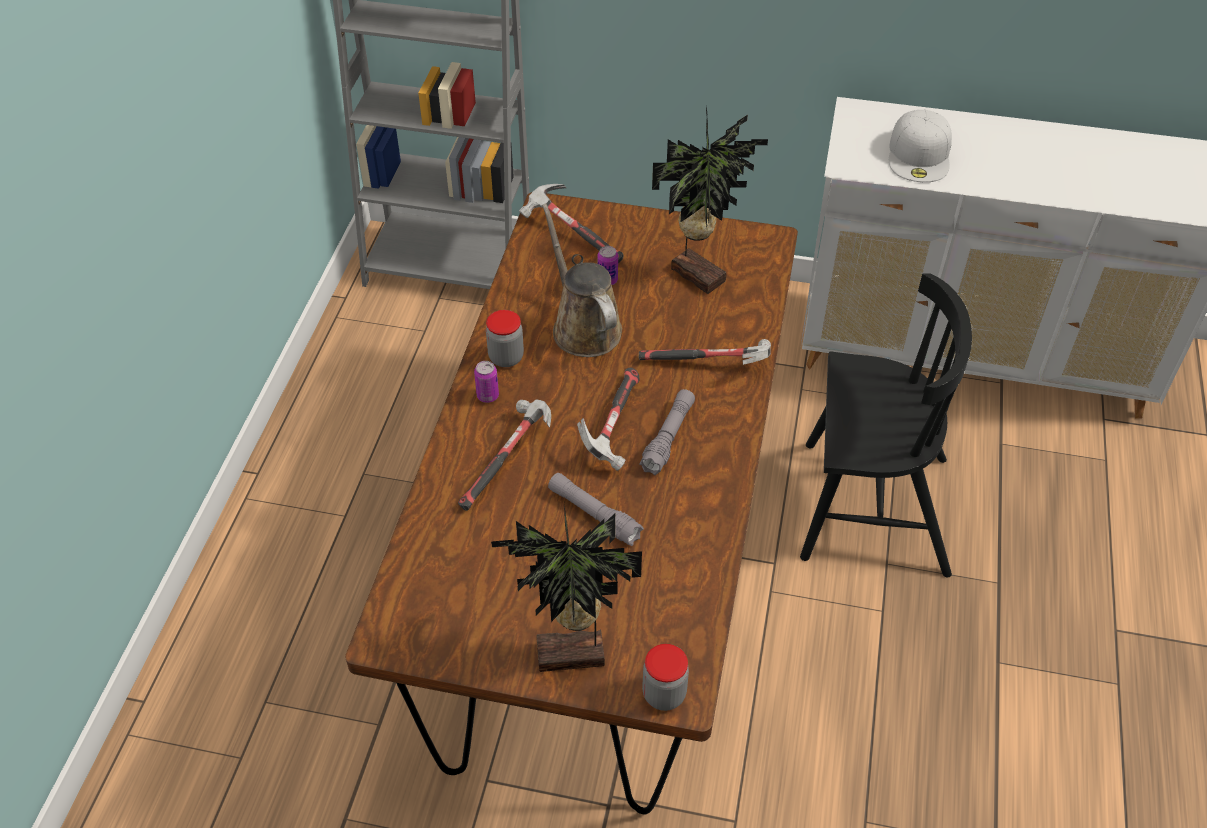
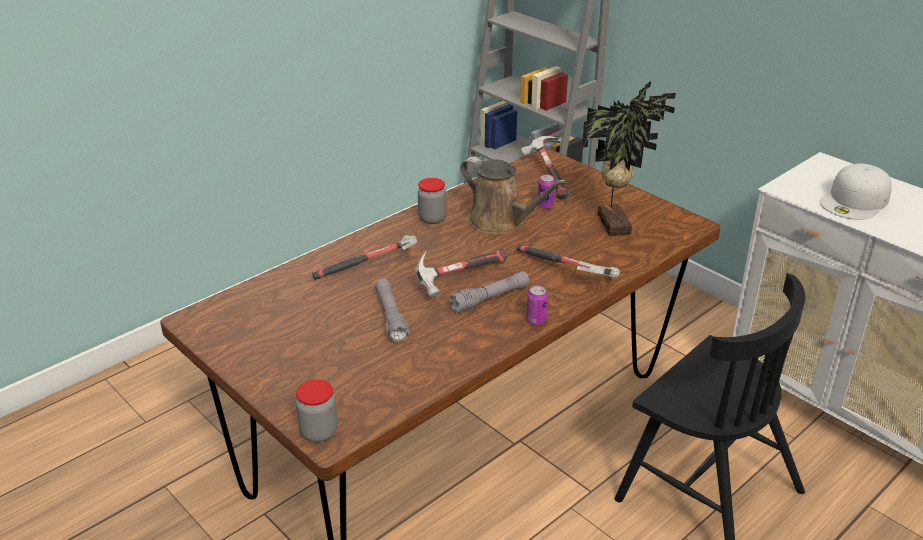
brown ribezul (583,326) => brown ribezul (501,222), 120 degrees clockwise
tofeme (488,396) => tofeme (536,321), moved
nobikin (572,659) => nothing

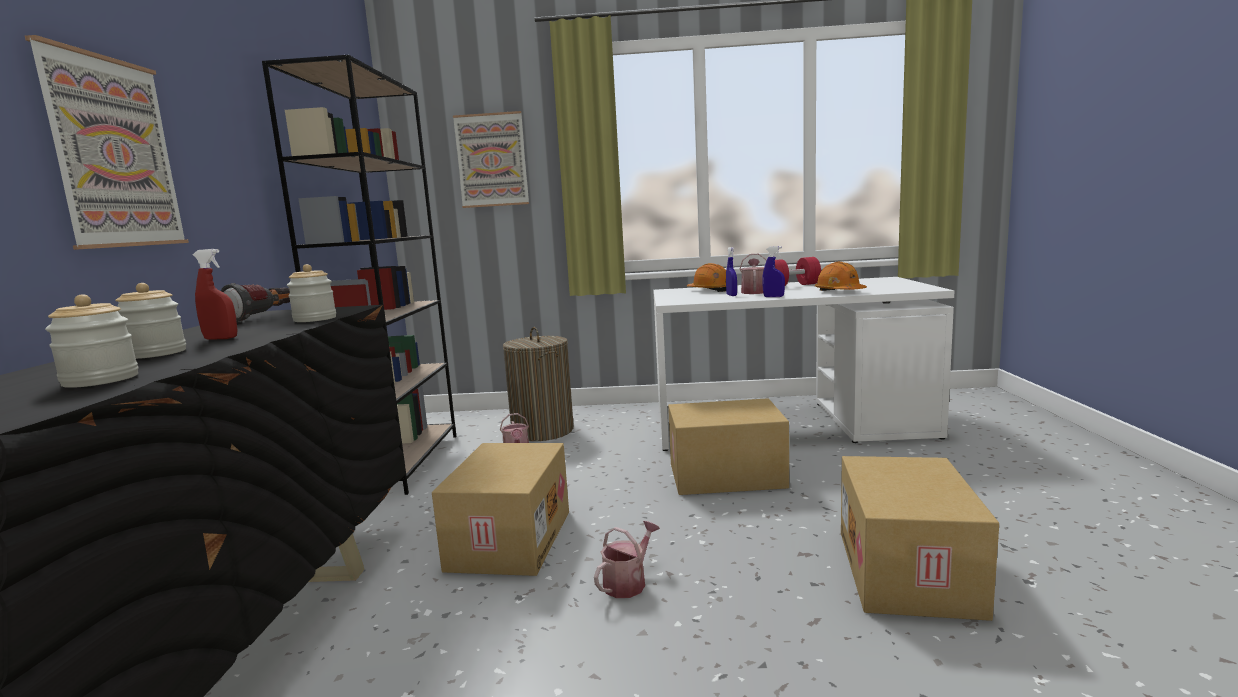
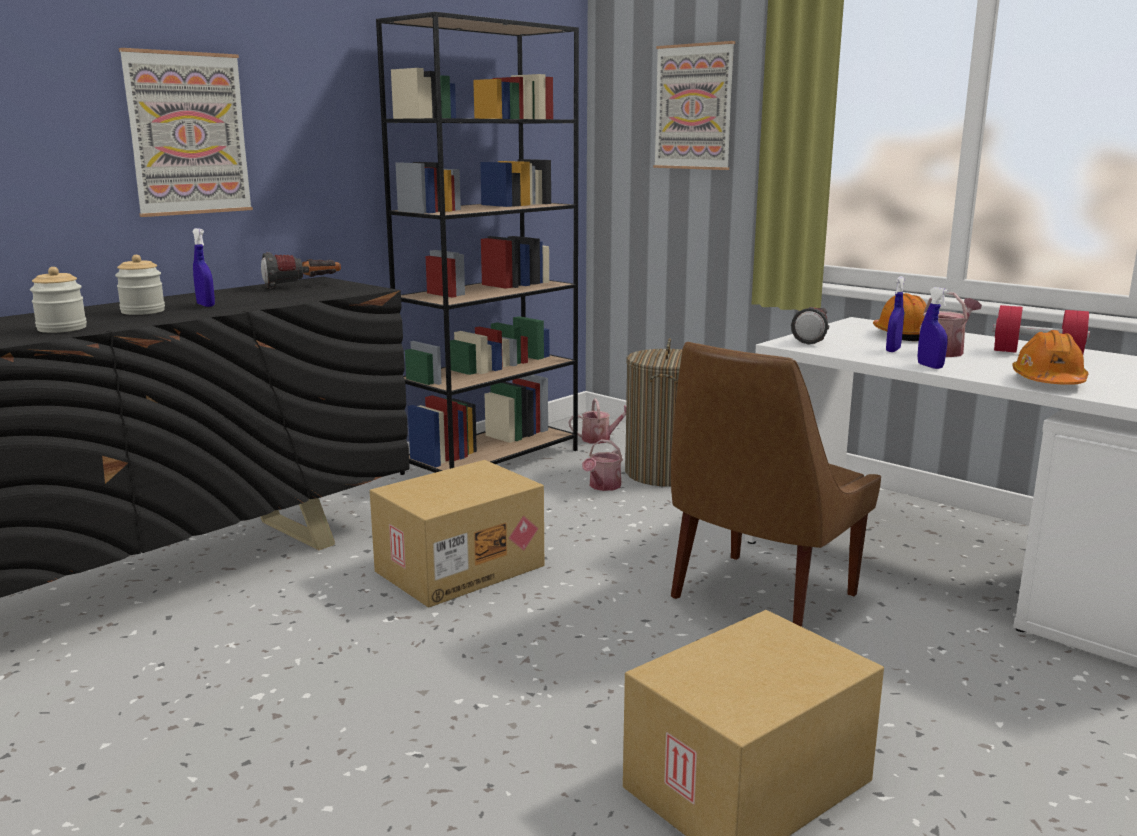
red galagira (221,338) => blue galagira (206,305)
ribezul (628,582) => ribezul (600,439), moved
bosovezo (726,476) => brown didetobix (759,598)
nothing => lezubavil (813,338)
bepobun (315,319) => nothing

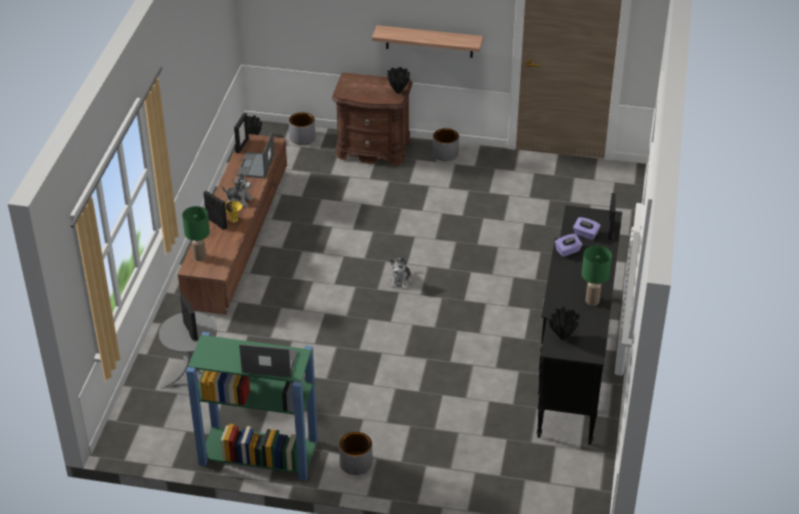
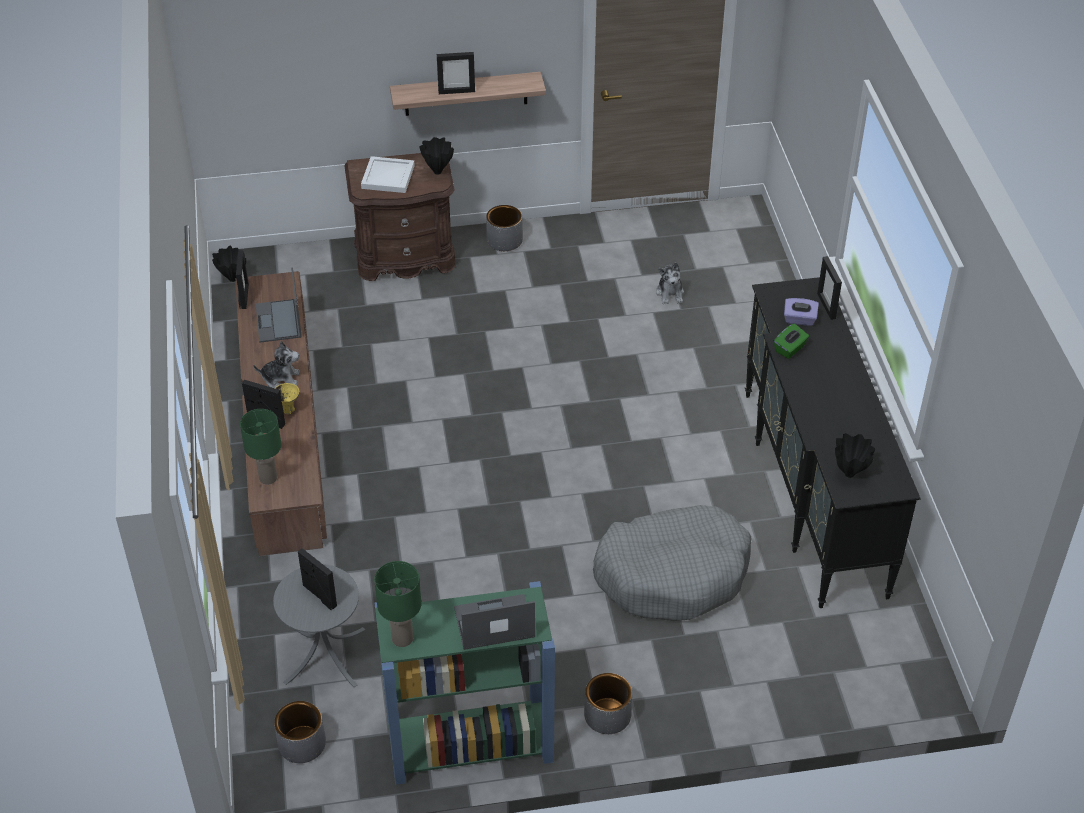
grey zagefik (302,138) => grey zagefik (302,744), moved
nothing => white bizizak (389,176)
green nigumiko (592,301) => green nigumiko (402,639), moved
nothing => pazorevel (456,91)
nothing => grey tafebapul (673,574)
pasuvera (401,281) => pasuvera (670,293), moved
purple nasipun (567,251) => green nasipun (790,349)

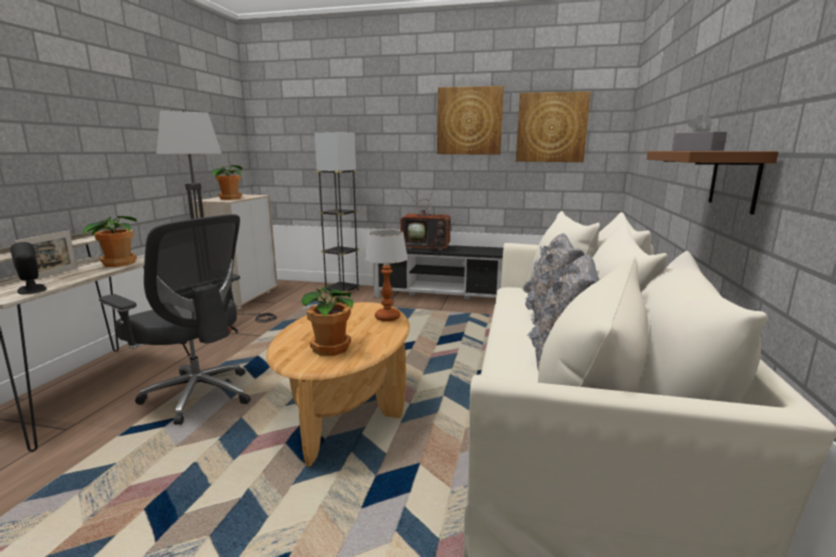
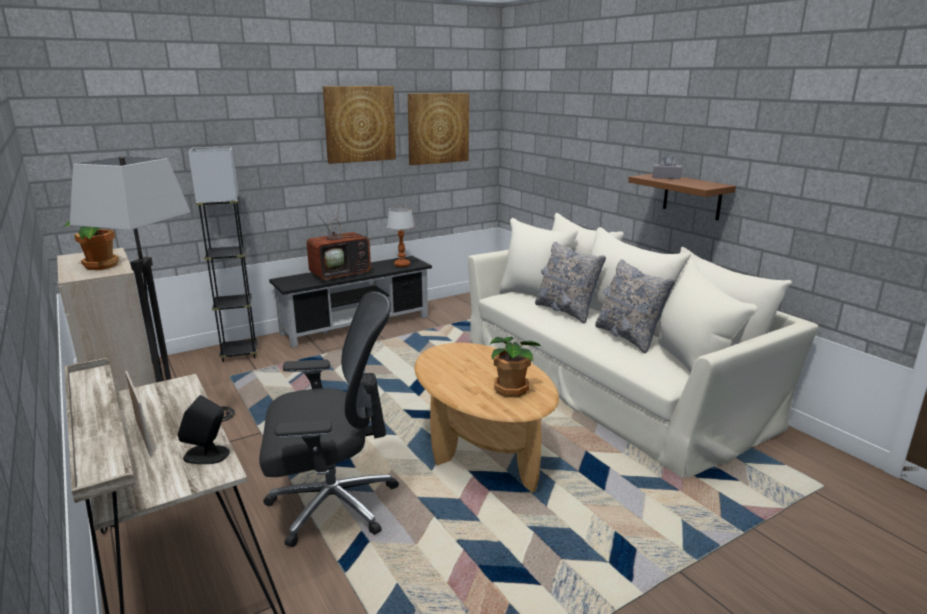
nigumiko (387,317) => nigumiko (402,265), moved
nobikin (117,264) => nothing

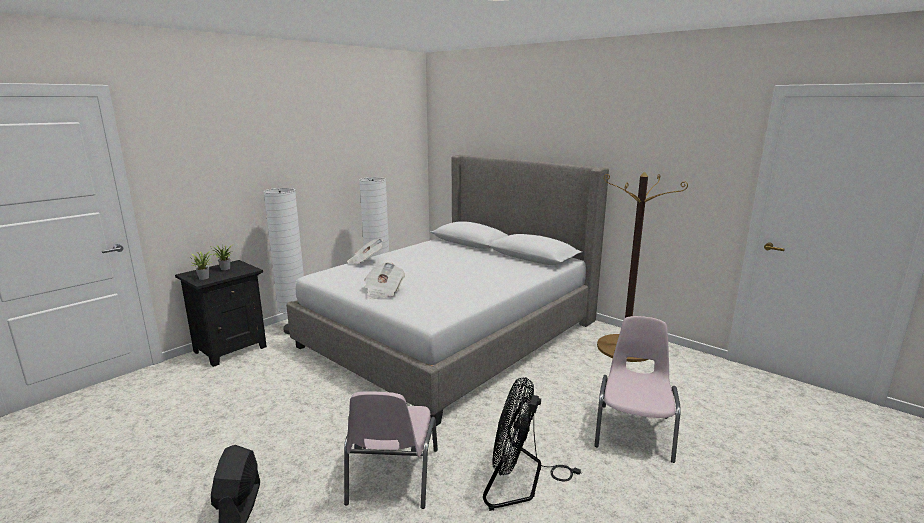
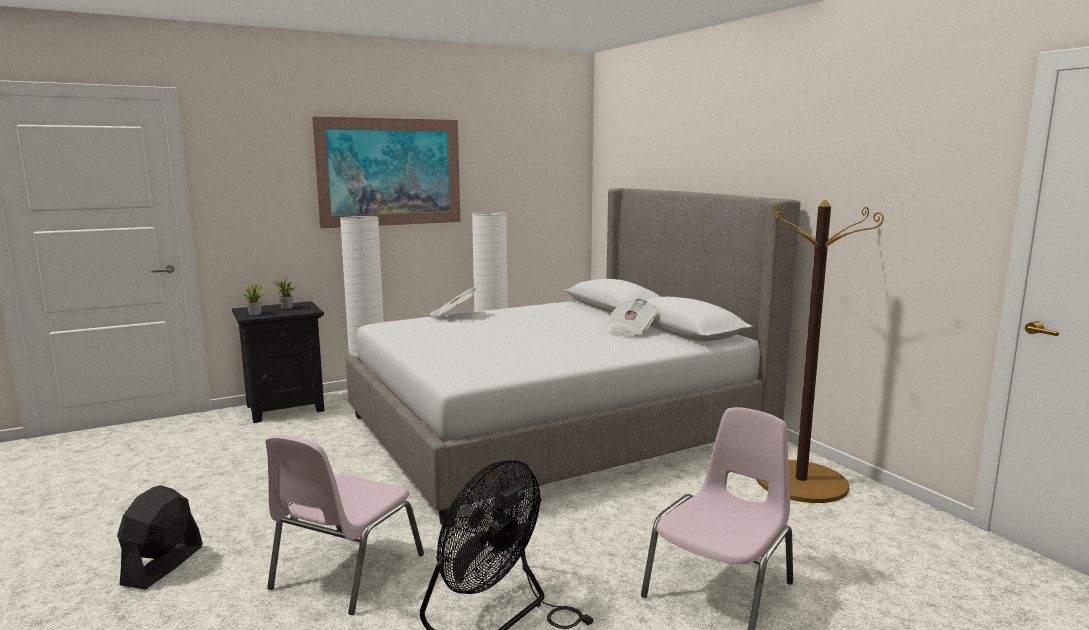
nothing => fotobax (390,172)
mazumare (383,292) => mazumare (630,331), moved

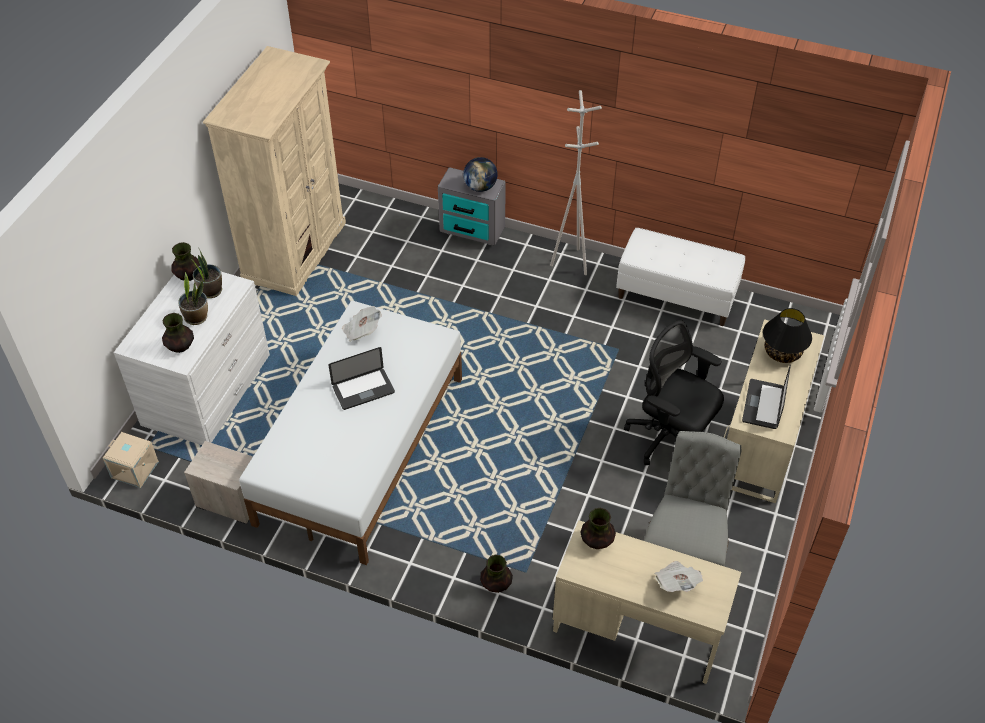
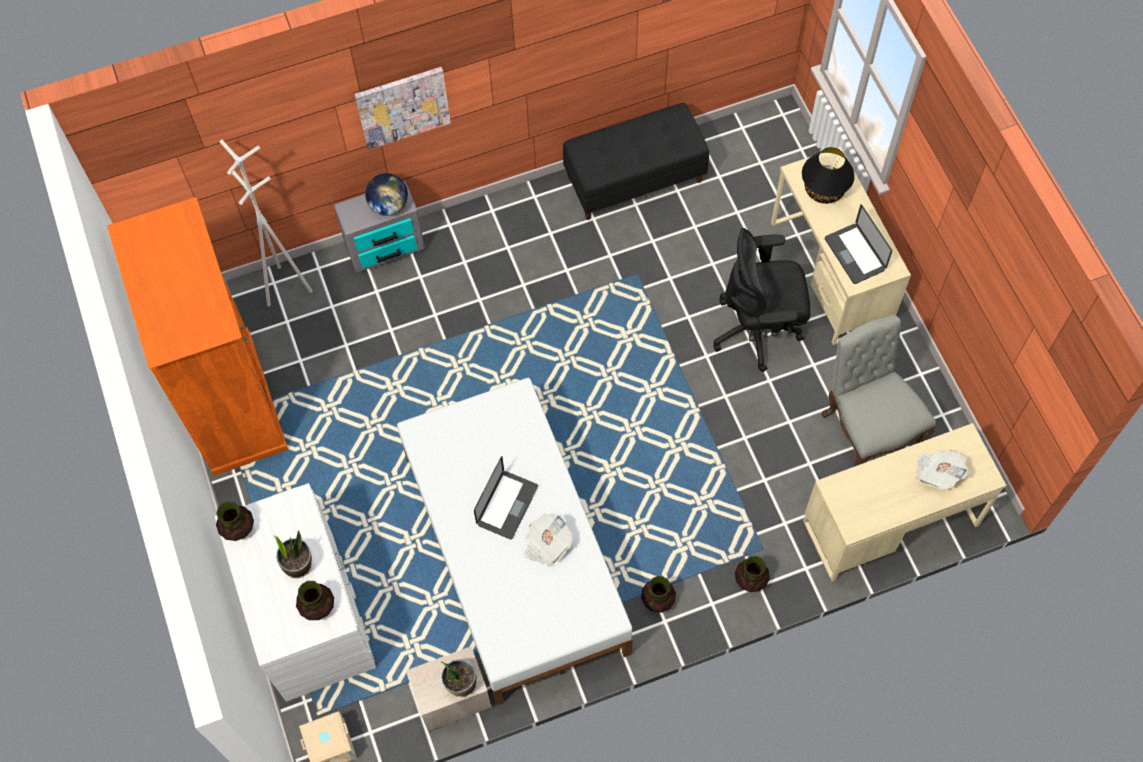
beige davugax (295,251) => orange davugax (233,402)
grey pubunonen (572,263) => grey pubunonen (286,287), moved
nothing => fotobax (403,107)
nobikin (210,291) => nobikin (461,684), moved
mazumare (362,331) => mazumare (546,544), moved
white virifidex (677,295) => black virifidex (635,179)
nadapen (597,541) => nadapen (657,599), moved

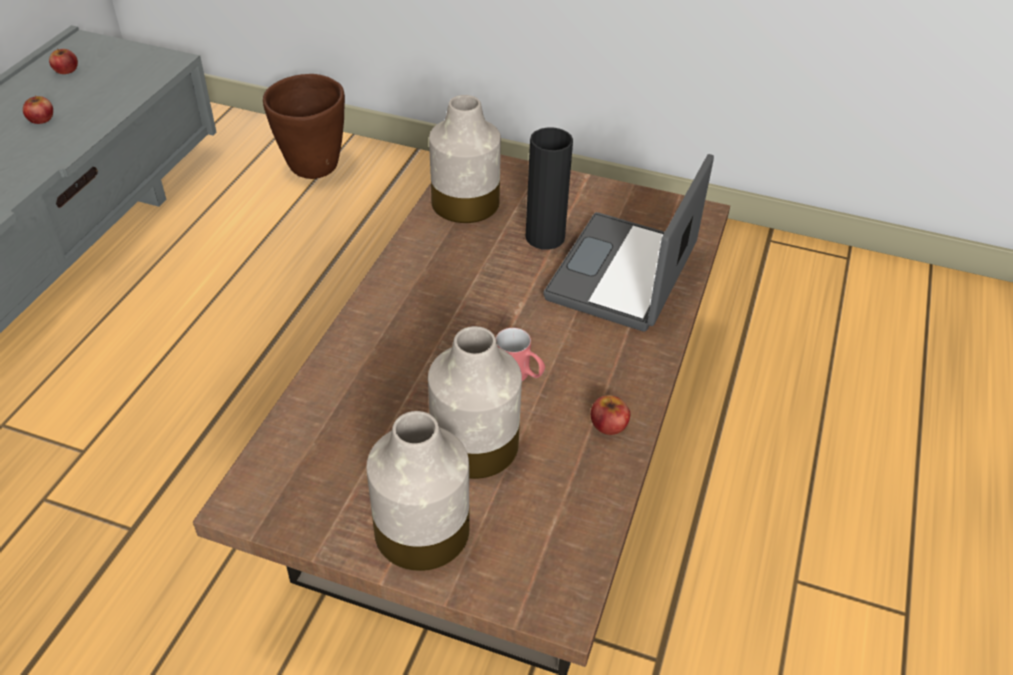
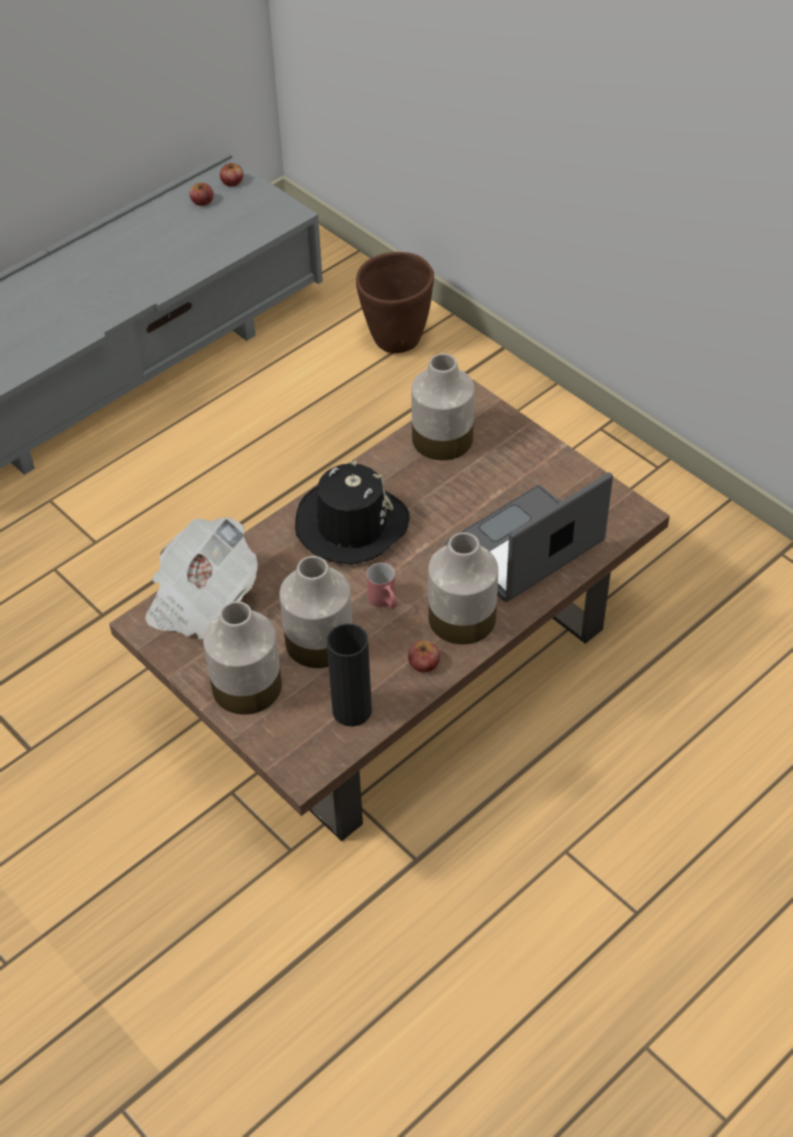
nothing => mazumare (201,599)
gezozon (41,118) => gezozon (232,181), moved
nothing => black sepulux (351,524)
black nadapen (545,237) => black nadapen (352,710), moved
nothing => beige nadapen (461,616)

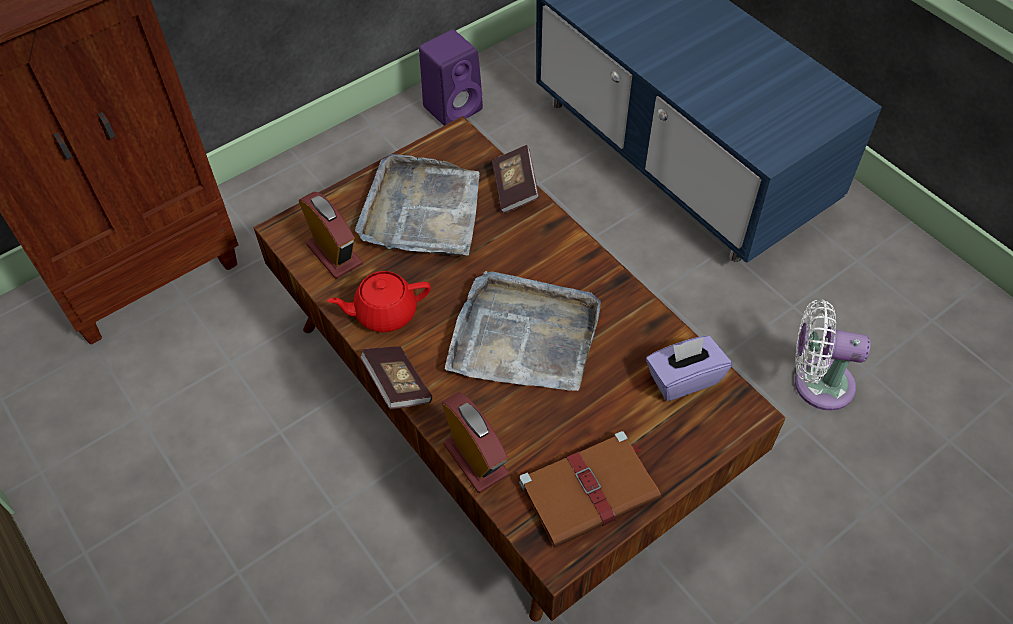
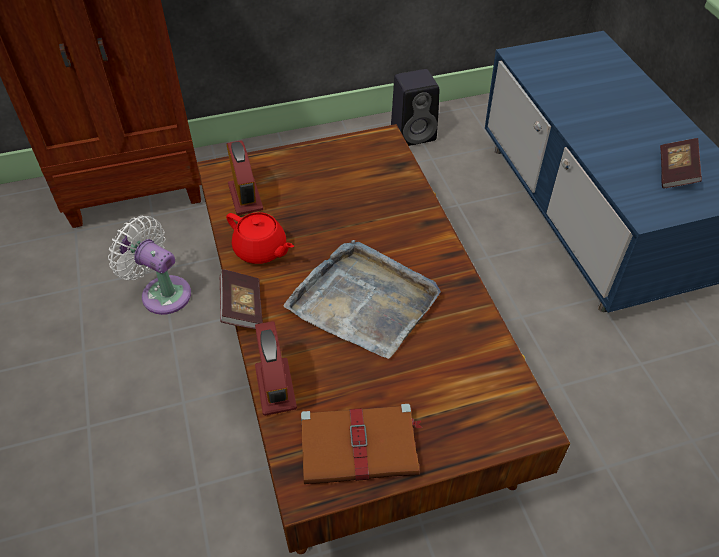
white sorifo (816,383) => white sorifo (162,292), moved
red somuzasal (384,312) => red somuzasal (261,250), 150 degrees counterclockwise
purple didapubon (454,107) => black didapubon (414,133)
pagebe (515,189) => pagebe (675,172), moved
grey bizizak (422,211) => nothing
purple nasipun (683,378) => nothing

